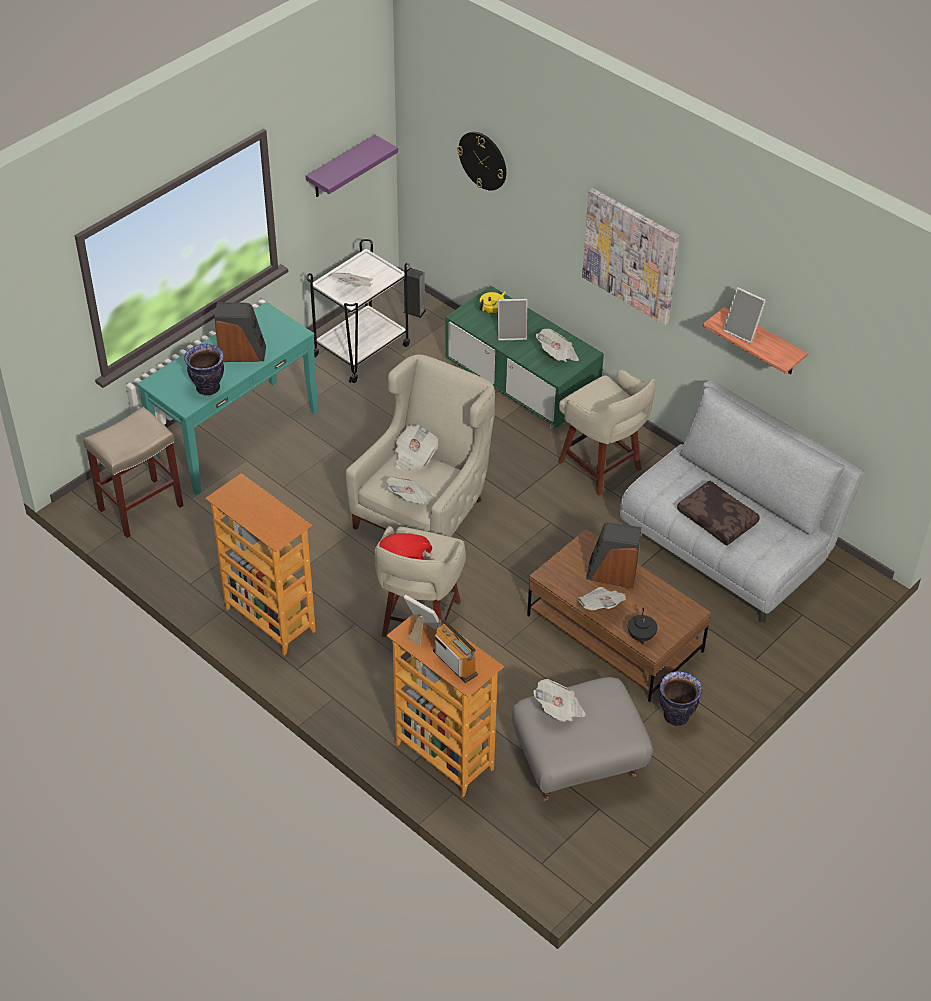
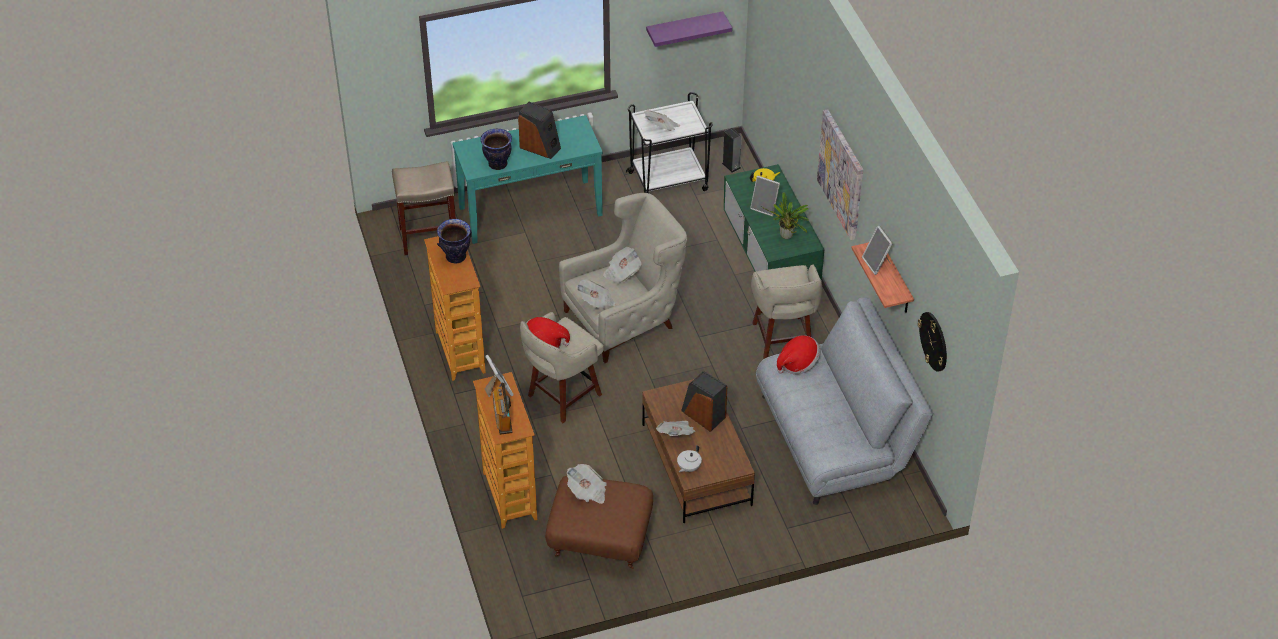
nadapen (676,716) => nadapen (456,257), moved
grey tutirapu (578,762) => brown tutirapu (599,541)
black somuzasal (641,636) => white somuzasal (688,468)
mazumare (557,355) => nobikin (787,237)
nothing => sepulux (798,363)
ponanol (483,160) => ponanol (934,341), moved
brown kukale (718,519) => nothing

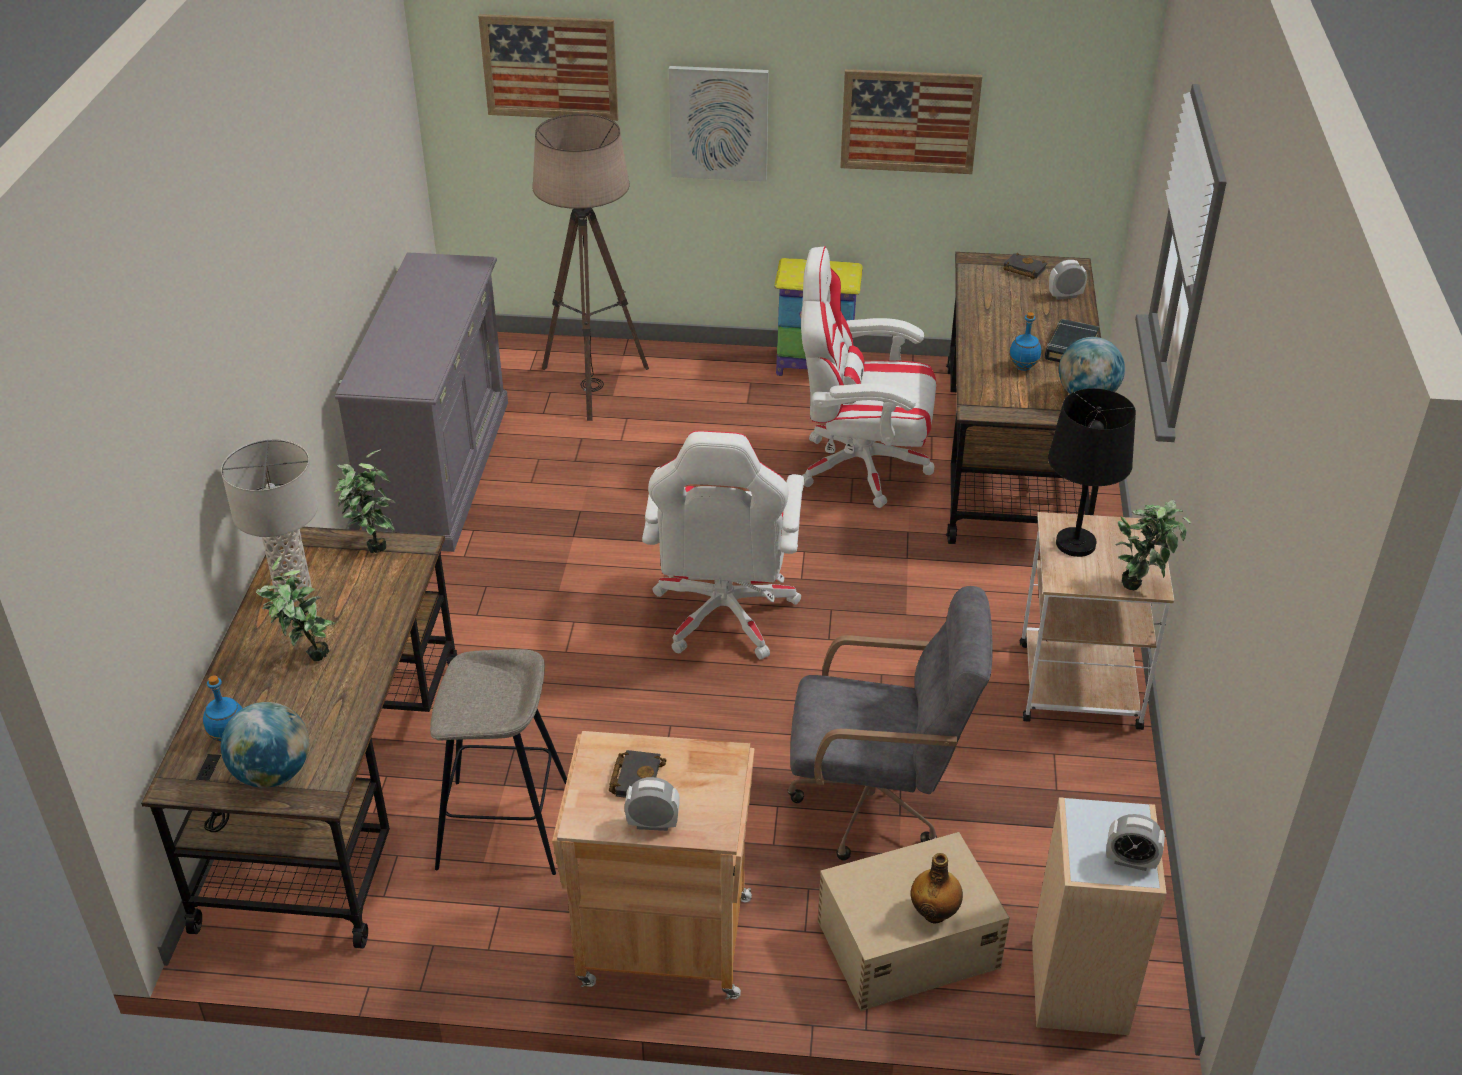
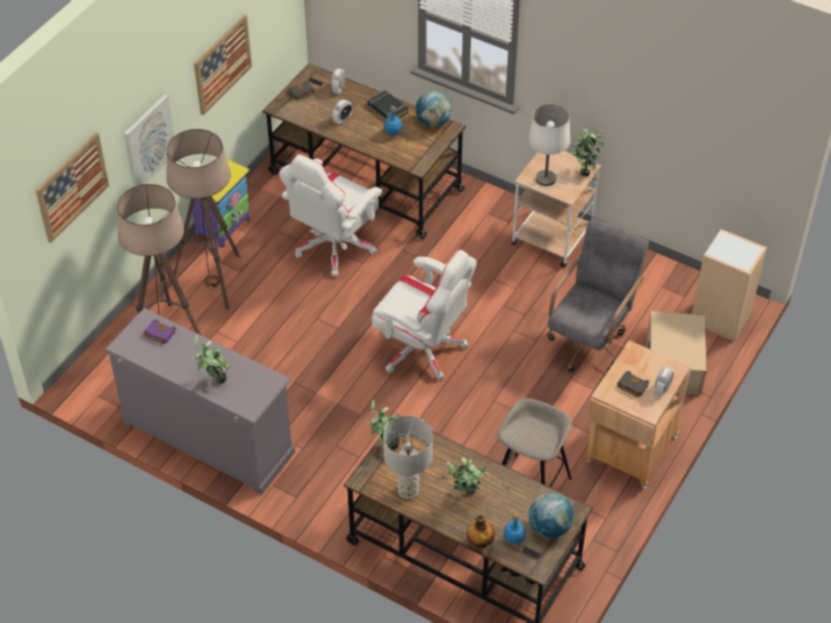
nothing => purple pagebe (158,334)
nothing => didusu (213,281)
nothing => nobikin (214,381)
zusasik (1131,861) => zusasik (342,120), moved
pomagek (934,913) => pomagek (480,542), moved
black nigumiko (1076,544) => white nigumiko (546,178)

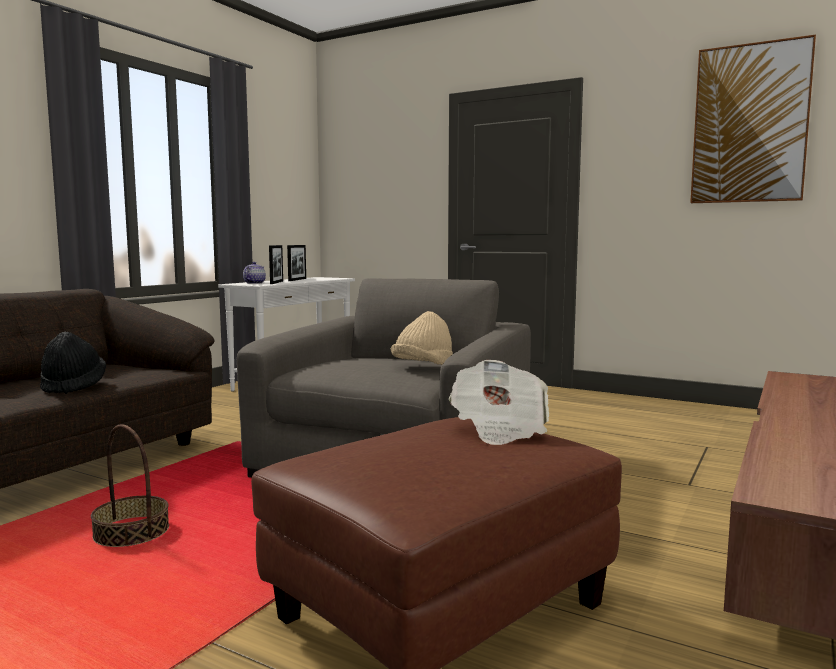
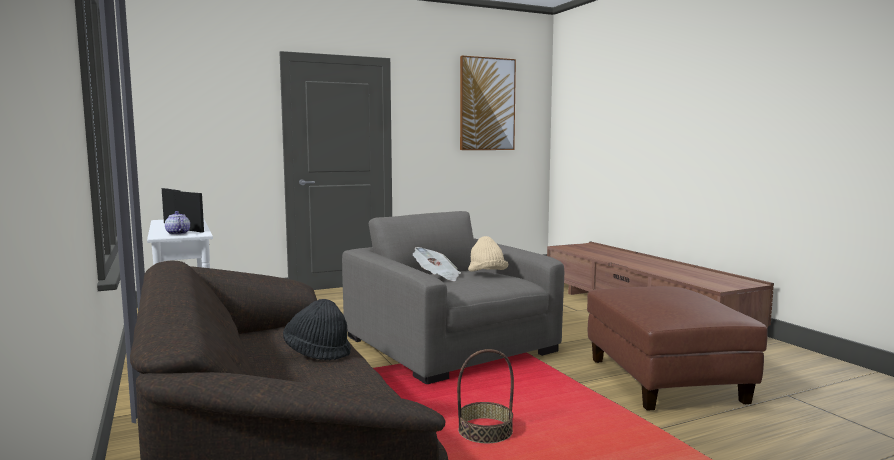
mazumare (499,429) => mazumare (437,277), moved

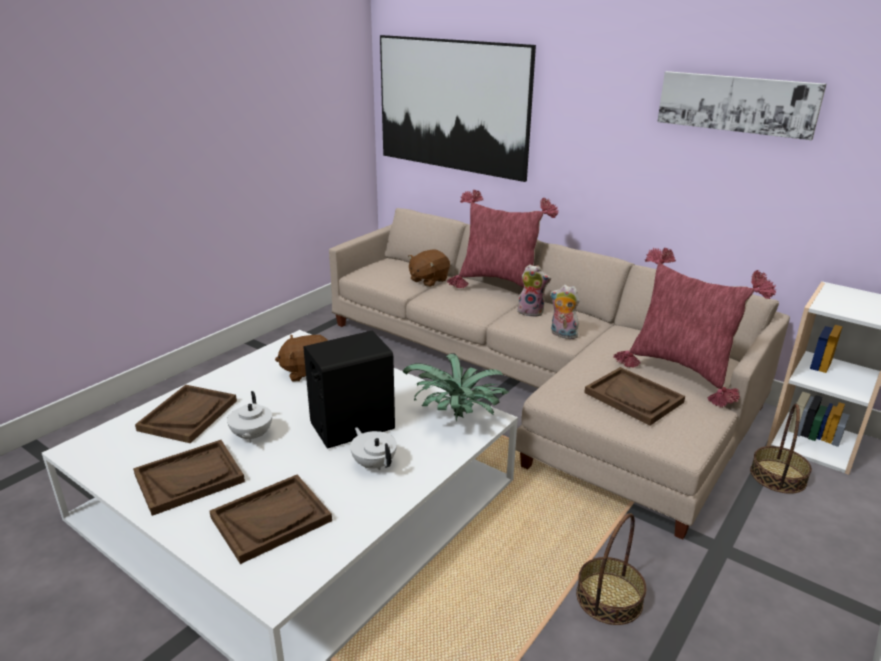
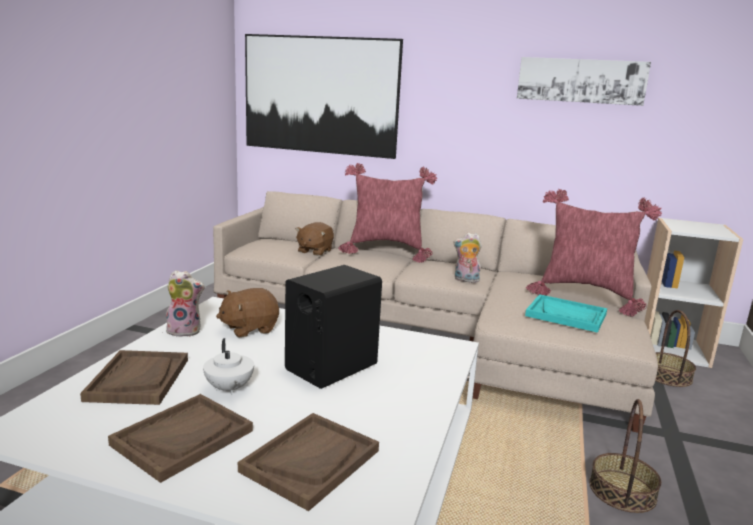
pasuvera (531,312) => pasuvera (185,331), moved
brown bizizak (634,397) => turquoise bizizak (566,315)
white somuzasal (374,463) => nothing
nobikin (458,418) => nothing

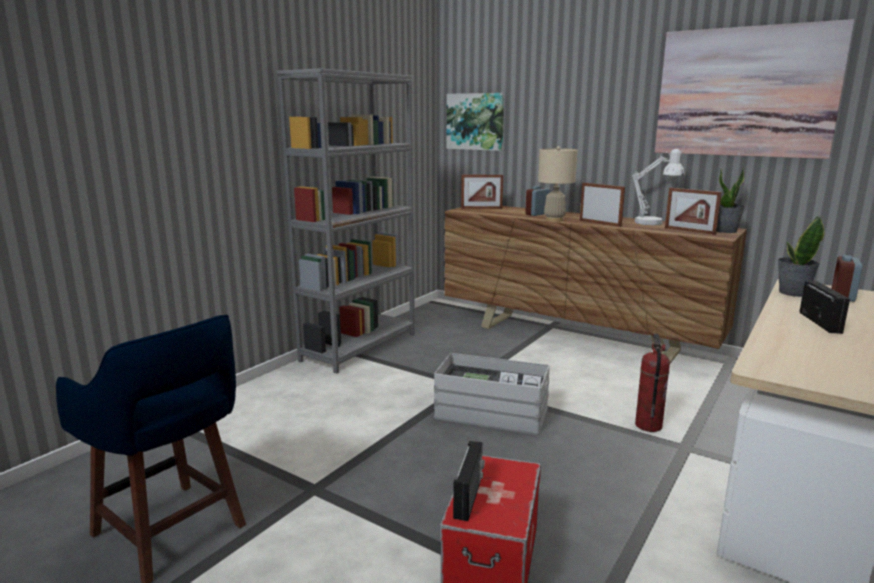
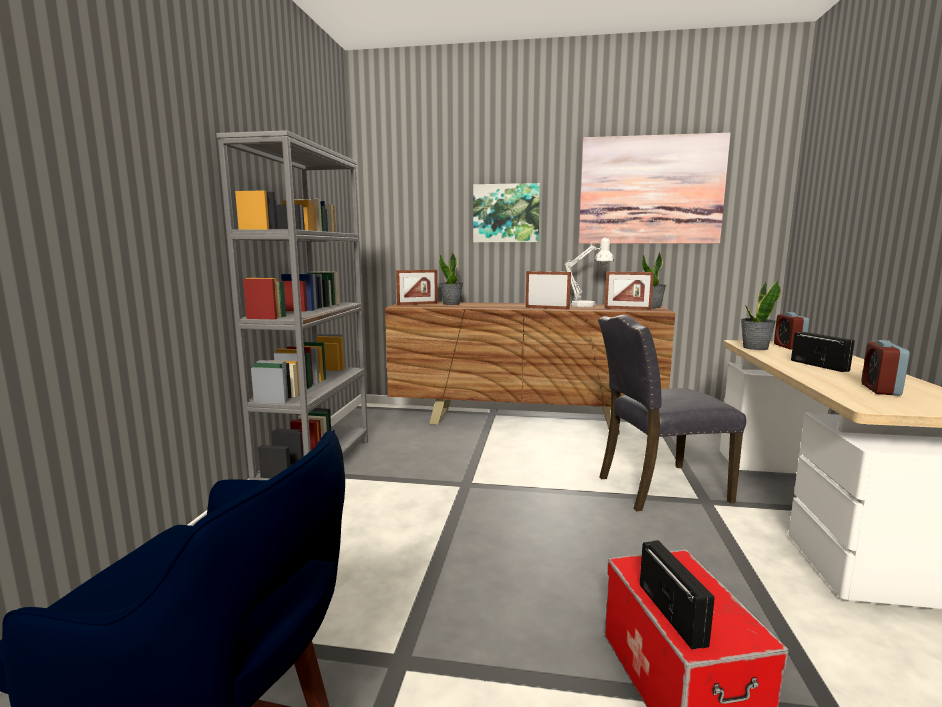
nothing => nobikin (451,304)
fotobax (475,121) => fotobax (506,213), moved
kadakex (647,425) => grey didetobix (658,488)
zusasik (537,214) => zusasik (880,390), moved
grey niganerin (492,412) => nothing
beige nigumiko (554,220) => nothing

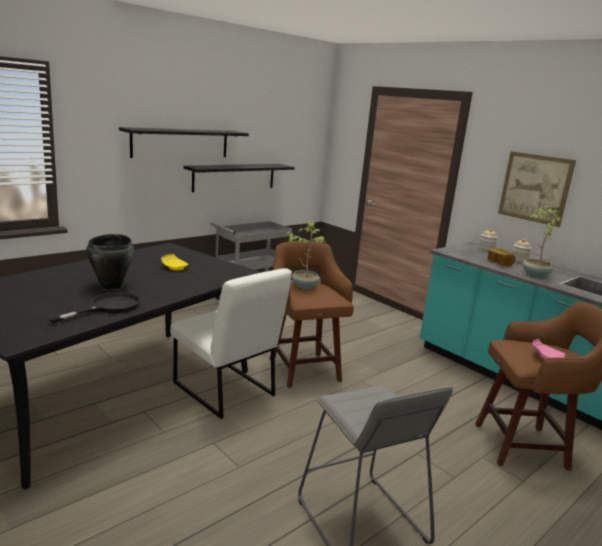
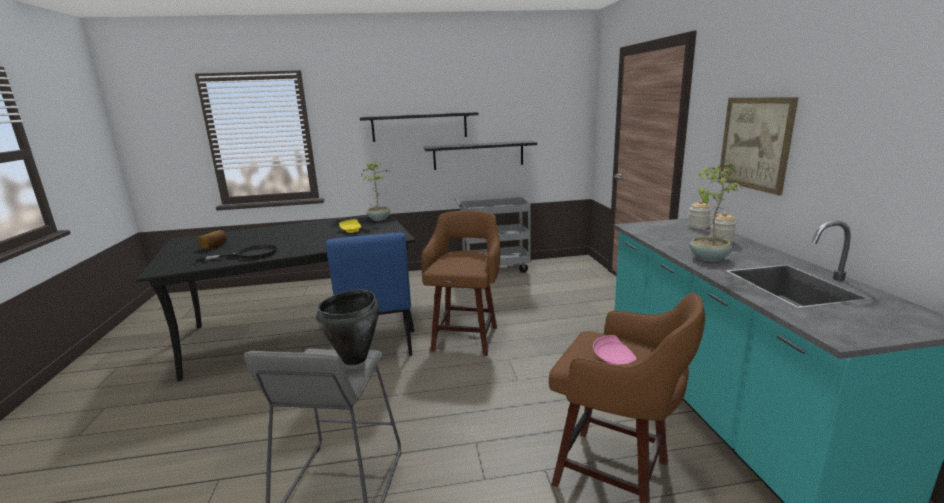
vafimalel (500,263) => vafimalel (215,246), moved
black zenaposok (112,286) => black zenaposok (355,359), moved
white didetobix (225,390) => blue didetobix (378,343)
nobikin (304,286) => nobikin (379,219), moved

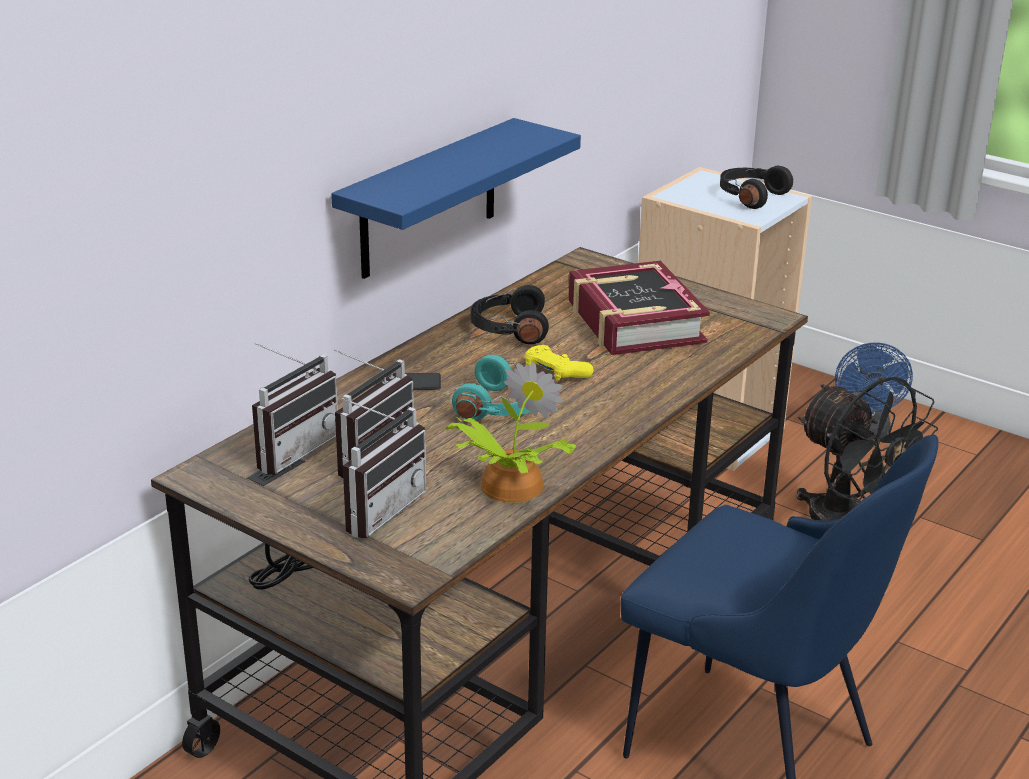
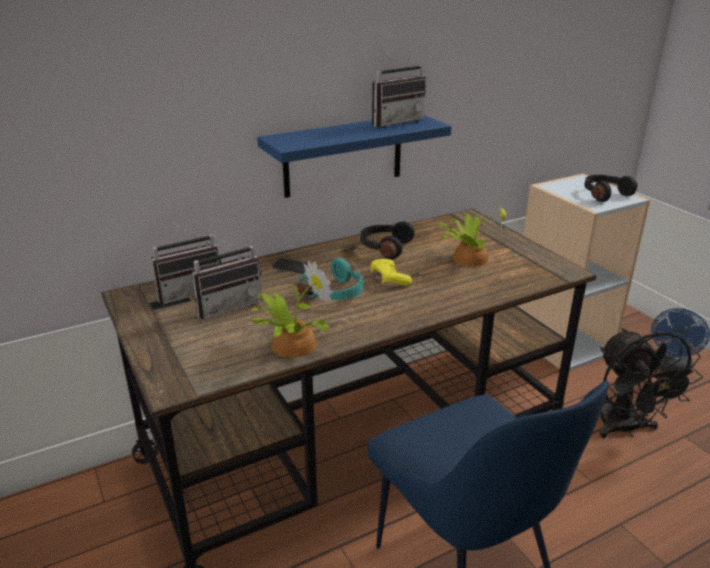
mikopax (377,509) => mikopax (394,122), moved
pagebe (634,322) => nobikin (468,257)

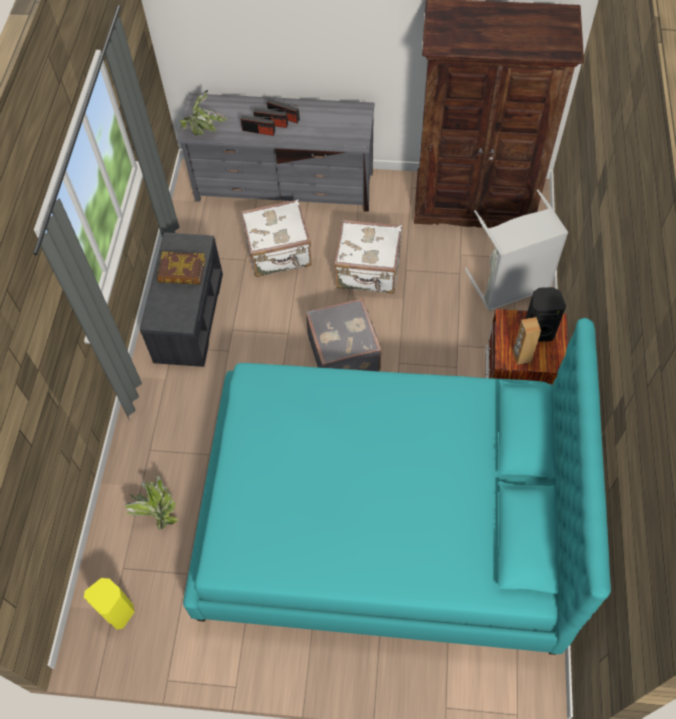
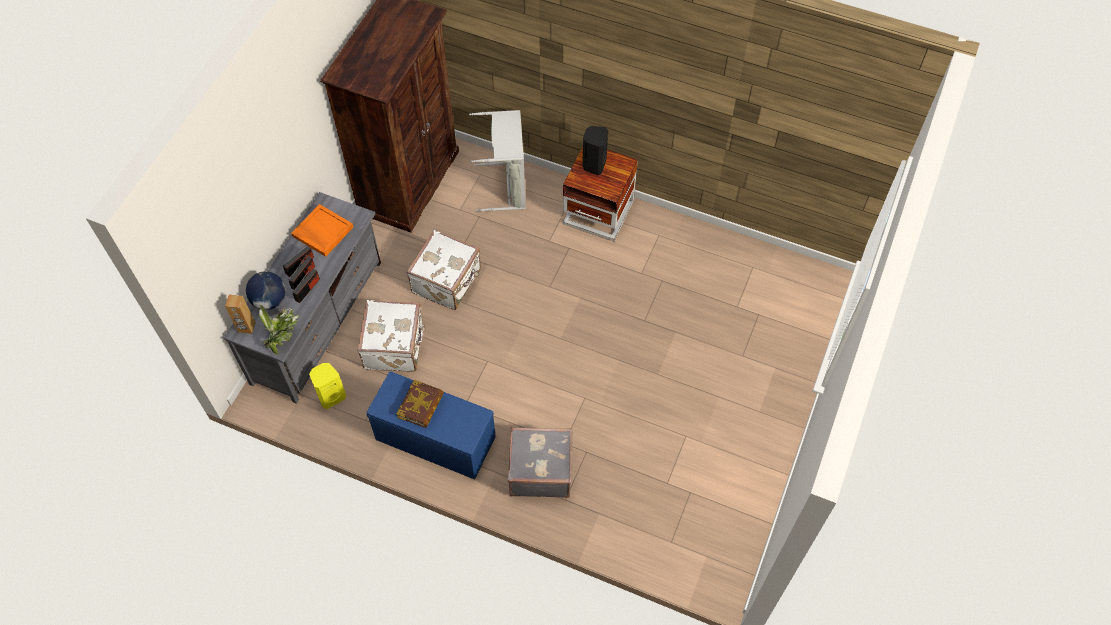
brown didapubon (521,356) => brown didapubon (246,327), moved
nothing => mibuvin (269,300)
nothing => orange bizizak (322,231)
yellow didapubon (118,611) => yellow didapubon (331,396), moved
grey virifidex (188,316) => blue virifidex (434,439)
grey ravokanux (345,353) => grey ravokanux (540,470), moved
nobikin (157,510) => nothing
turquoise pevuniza (384,519) => nothing

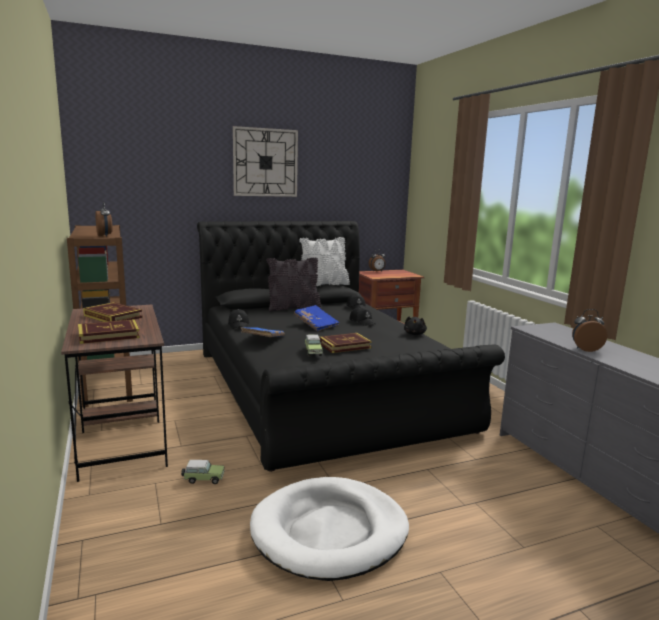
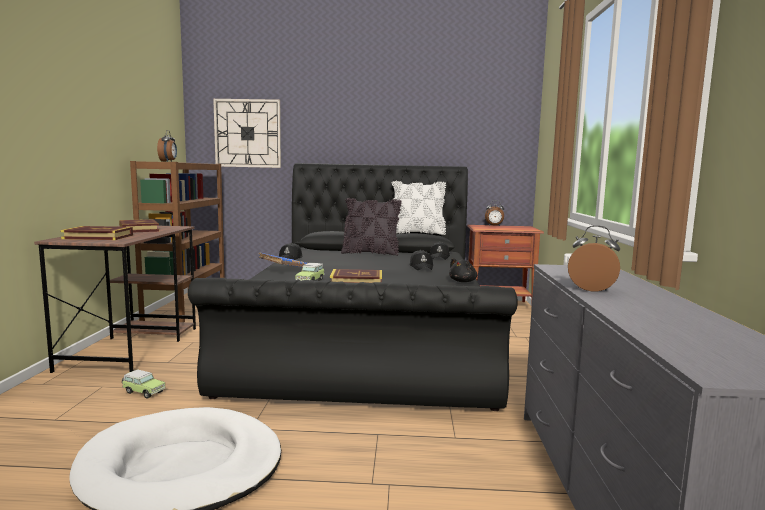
ponanol (265,162) => ponanol (248,133), moved
blue pagebe (316,325) => nothing

